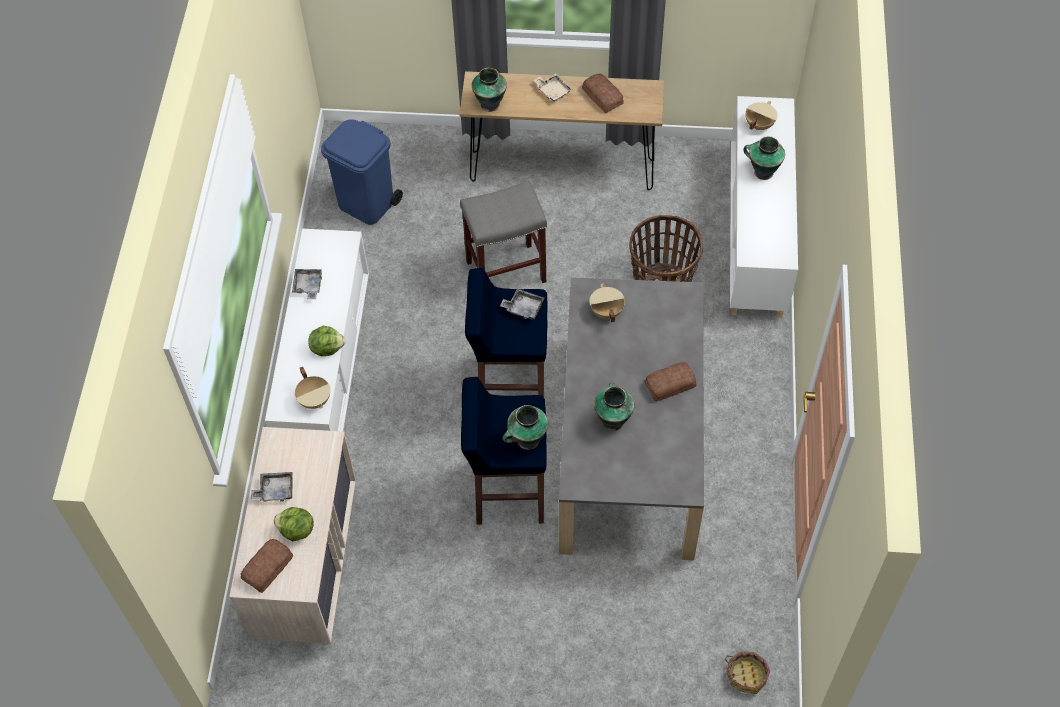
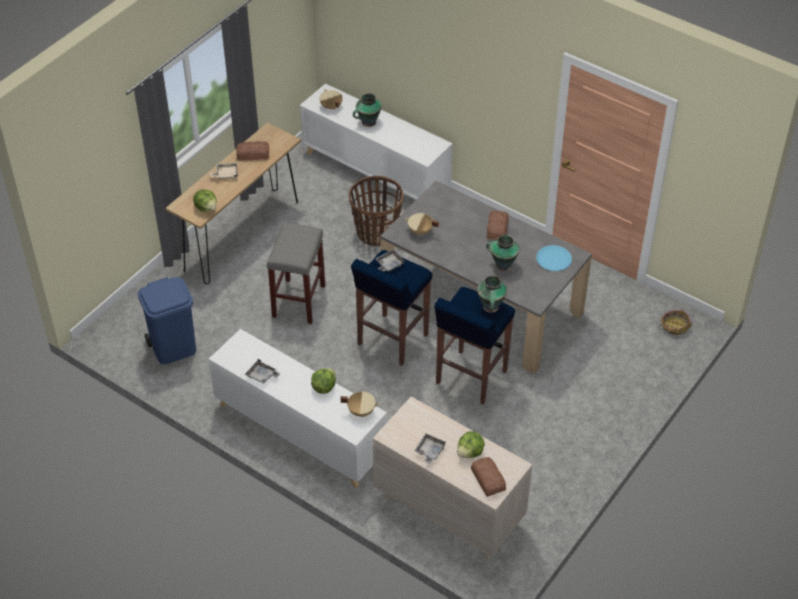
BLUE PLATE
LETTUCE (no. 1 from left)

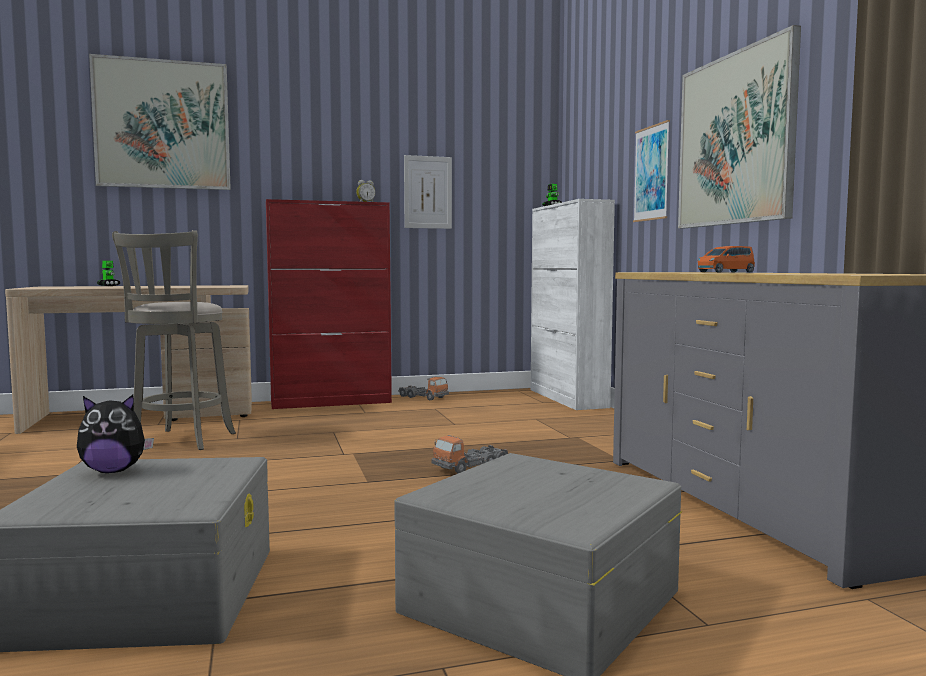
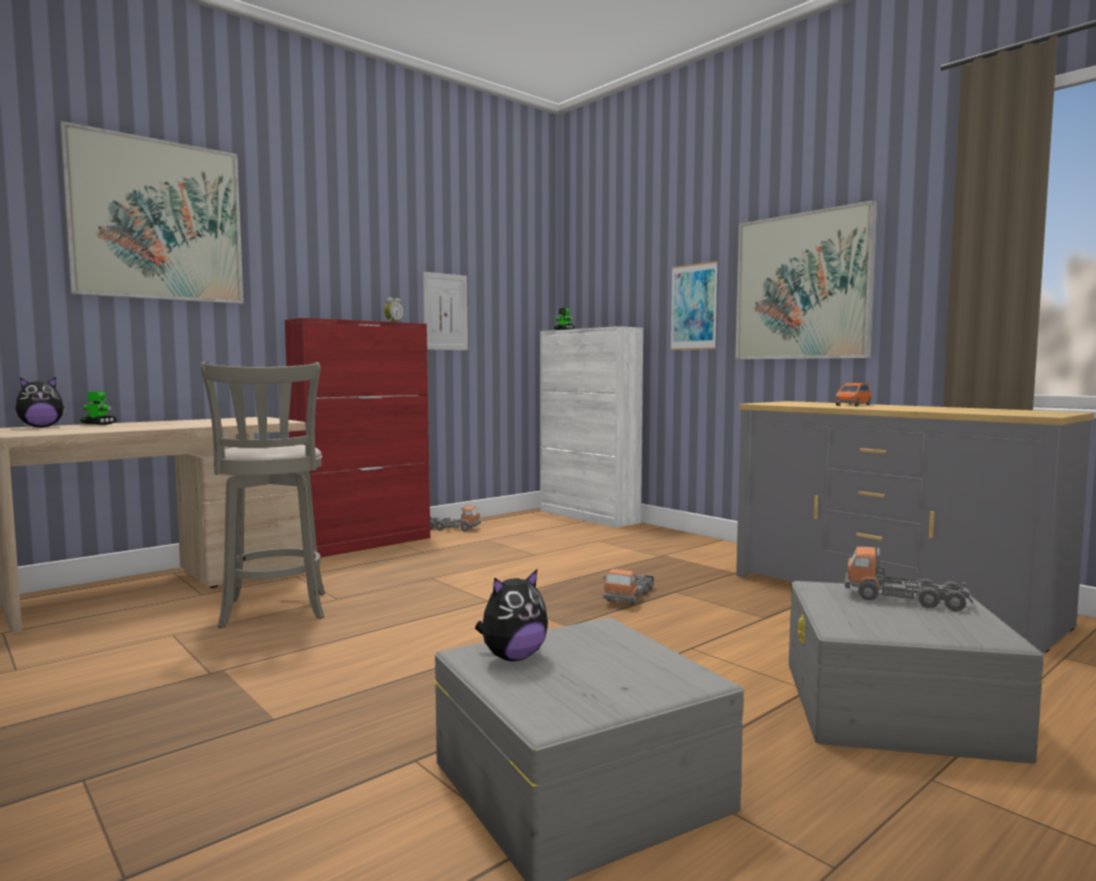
PLUSH TOY (no. 1 from left)
TOY TRUCK (no. 3 from left)

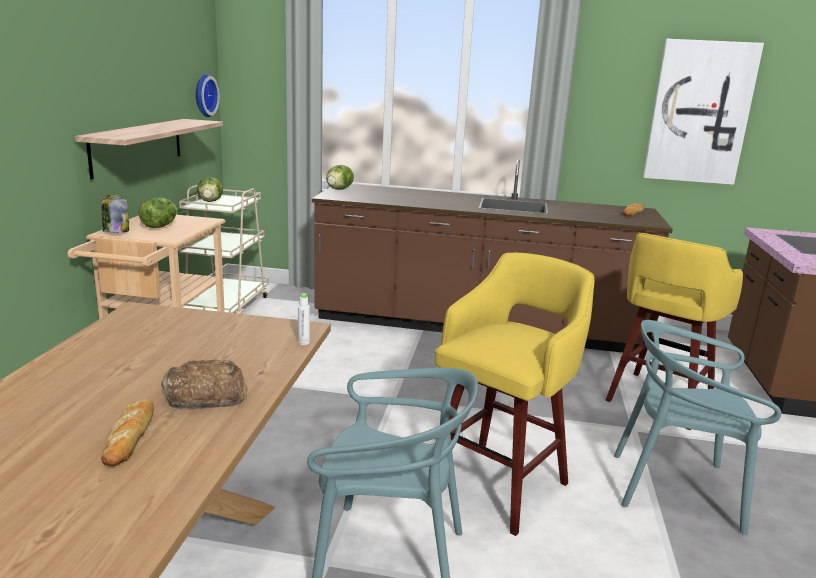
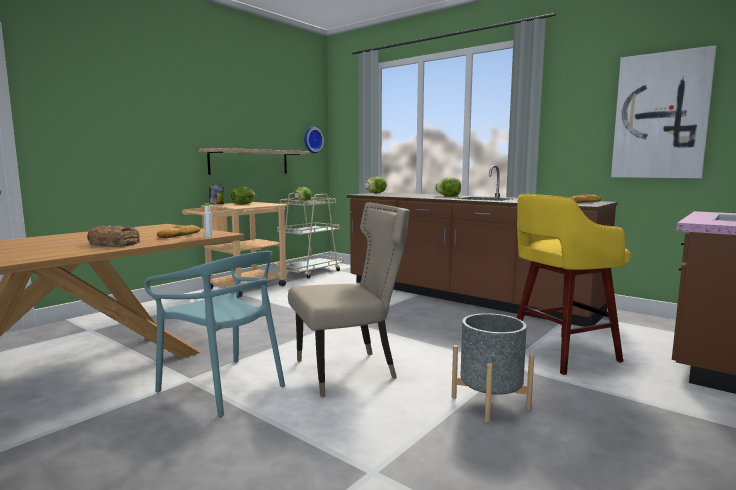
LETTUCE (no. 4 from left)
BREAD (no. 2 from left)
BEIGE CHAIR
GREY PLANTER

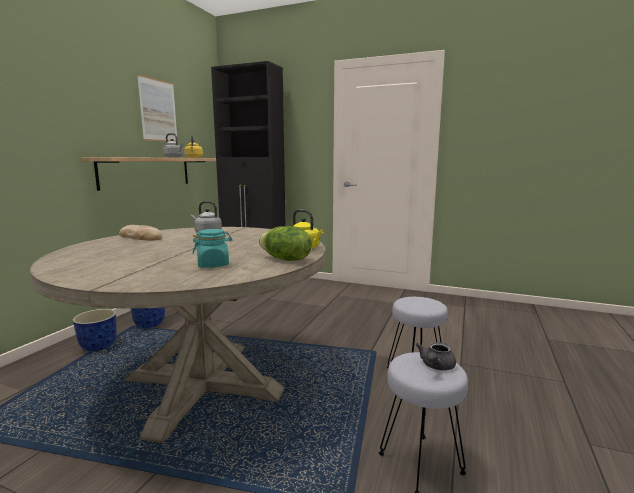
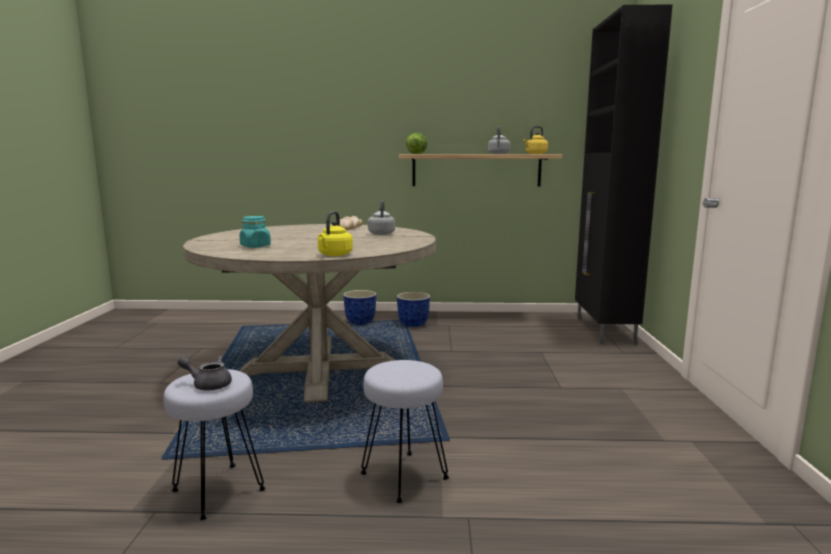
PICTURE
LETTUCE

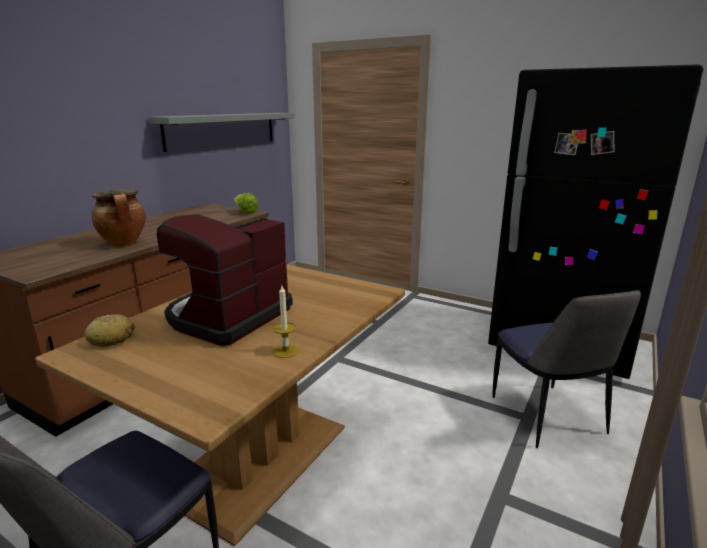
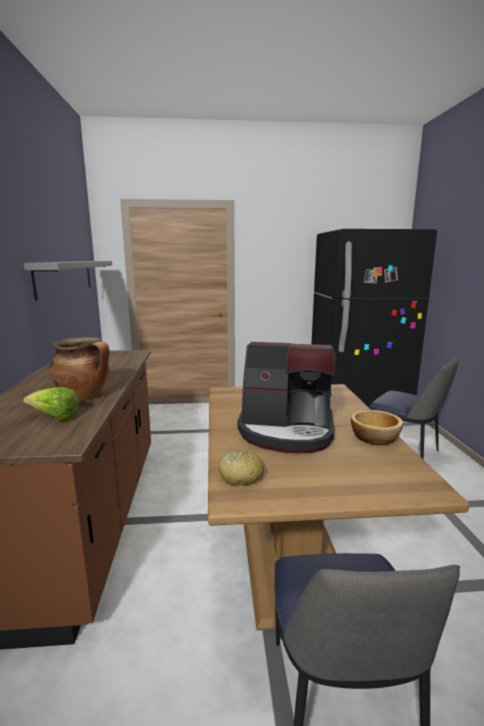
LETTUCE
BOWL
COFFEE MACHINE

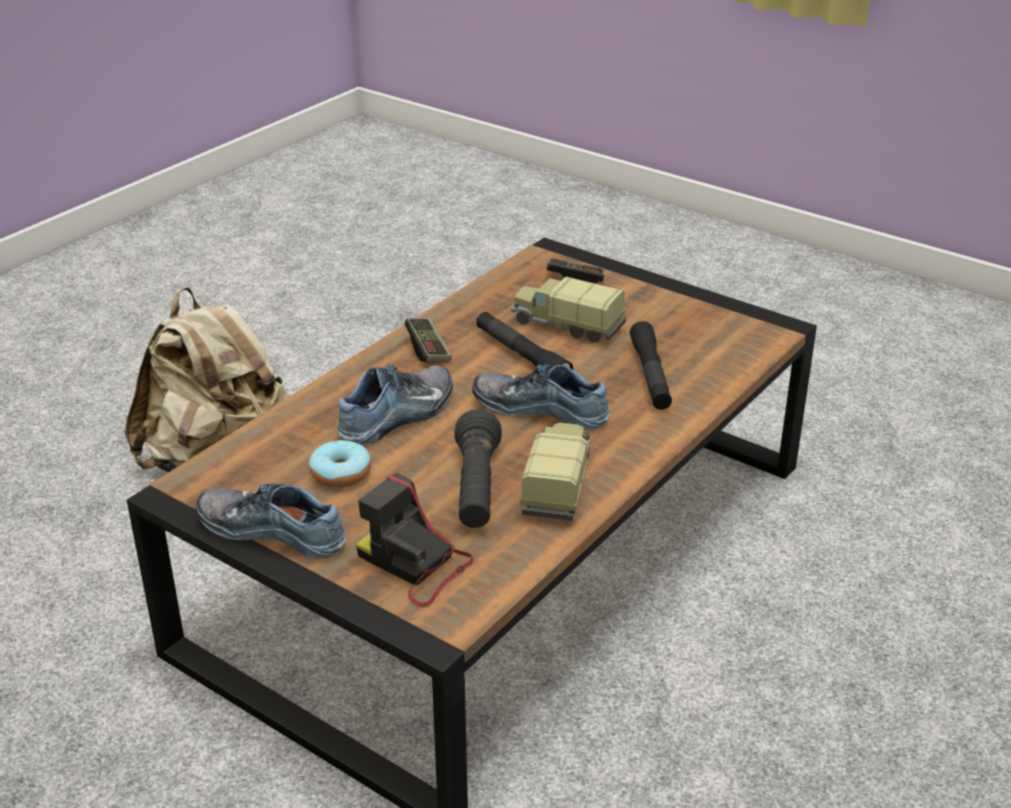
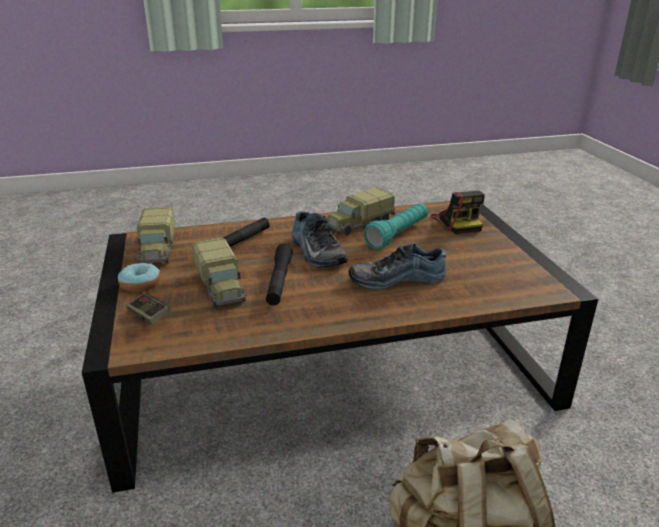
SHOE (no. 1 from left in the first image)
GAME CONTROLLER (no. 1 from left in the first image)
TOY TRUCK (no. 1 from left)
DONUT
TURQUOISE FLASHLIGHT

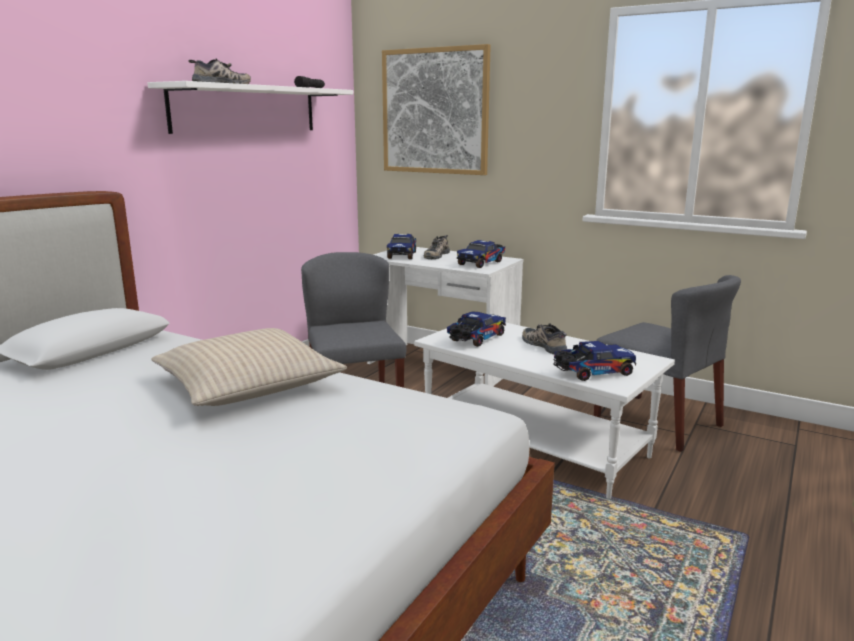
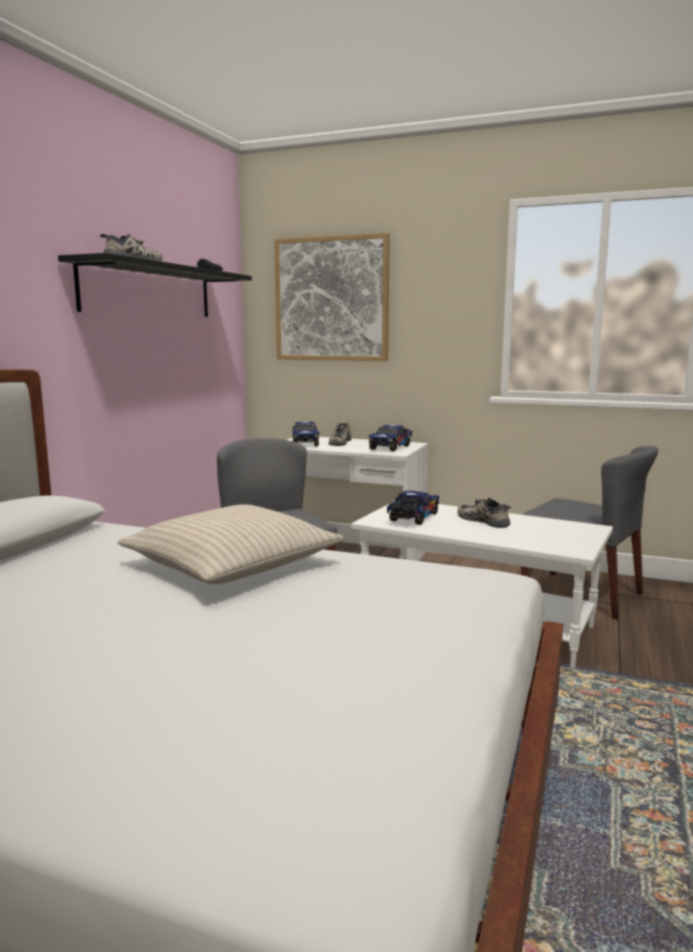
TOY TRUCK (no. 4 from left in the first image)
BLACK SHELF

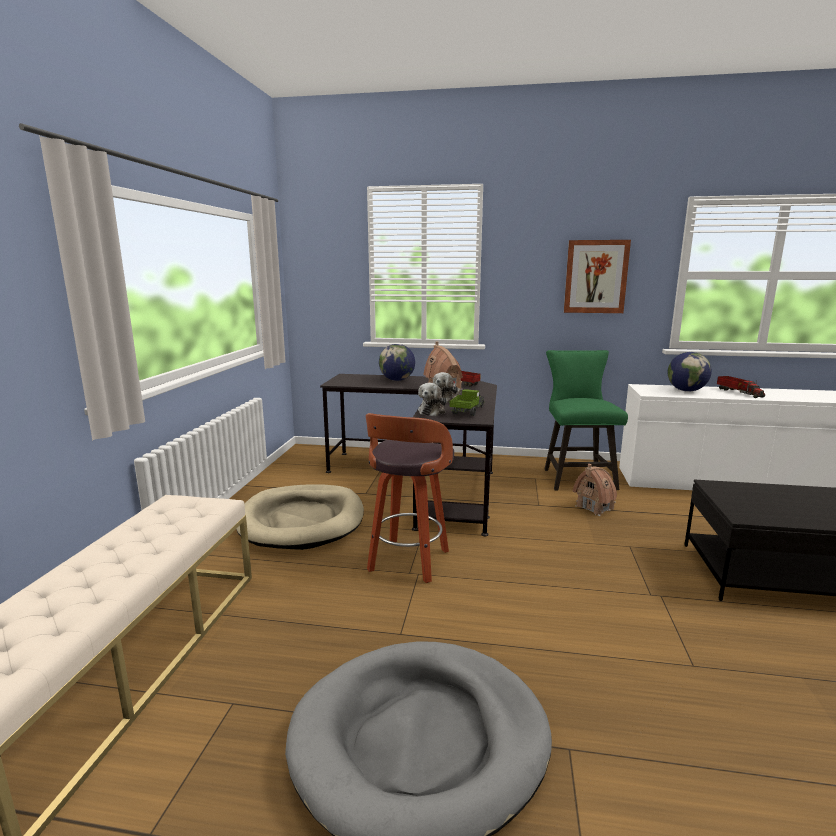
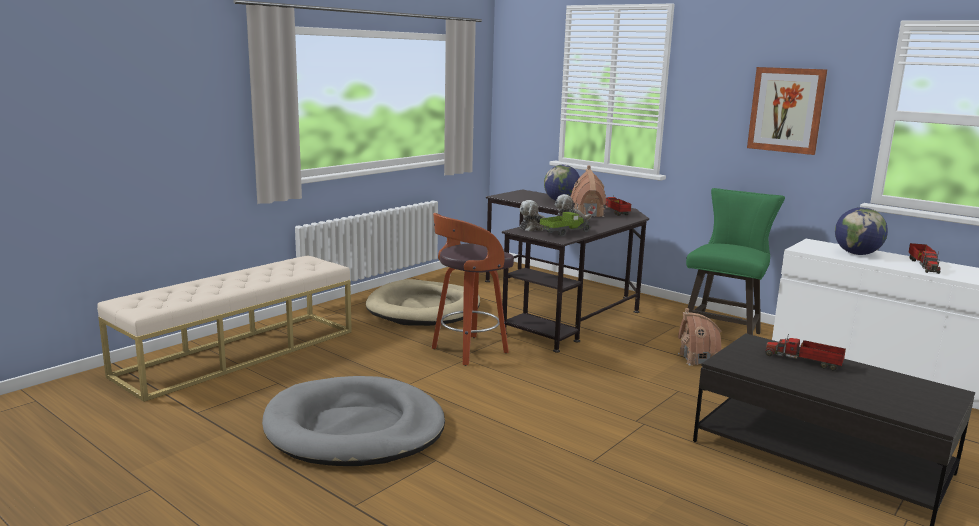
TOY TRUCK (no. 3 from left)

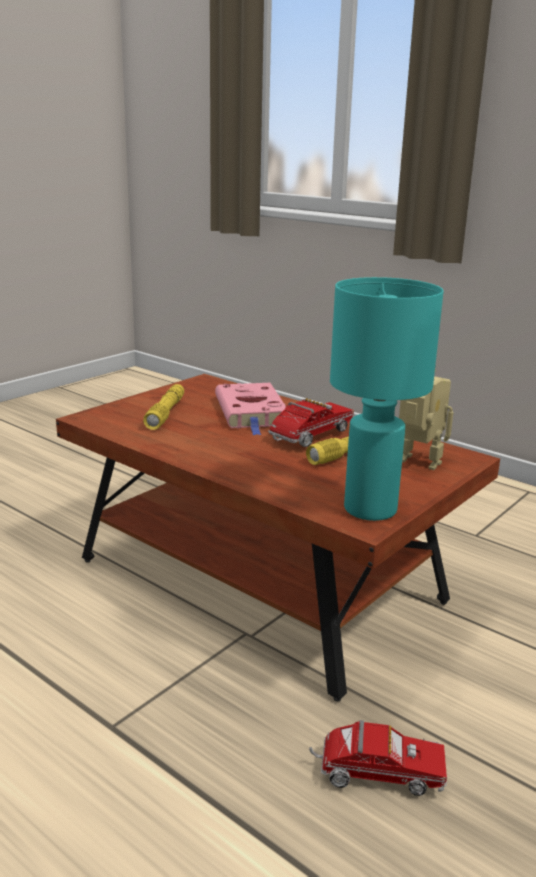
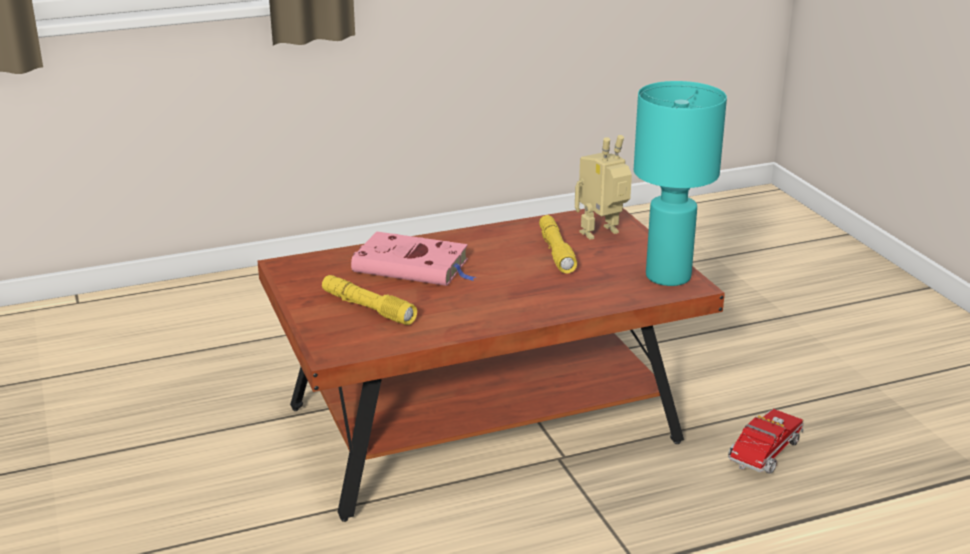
TOY TRUCK (no. 1 from left in the first image)

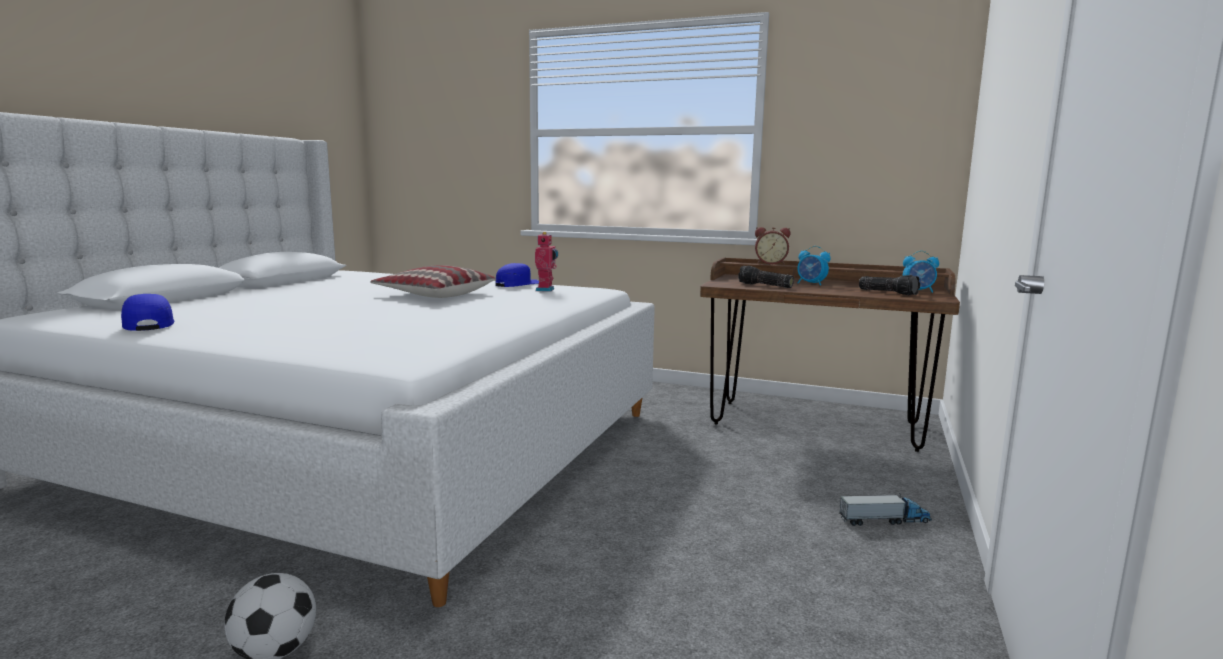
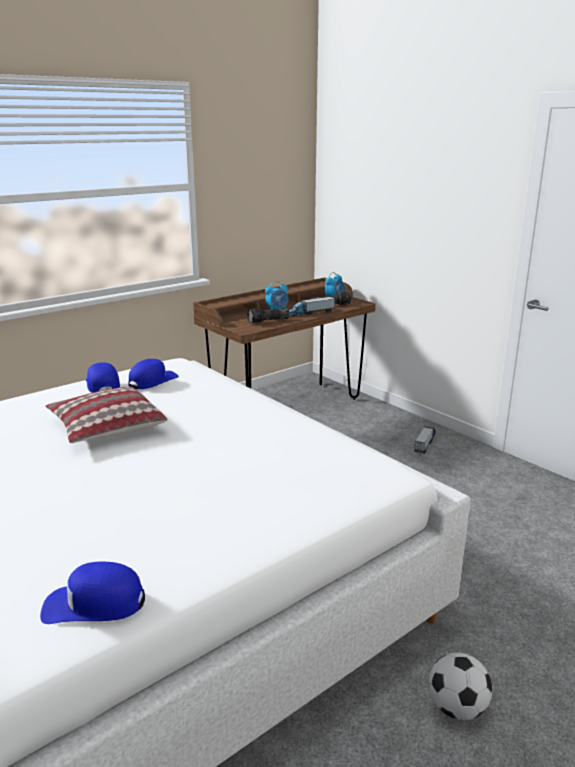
ALARM CLOCK (no. 1 from left in the first image)
TOY TRUCK (no. 1 from left)
BLUE CAP (no. 3 from left)

